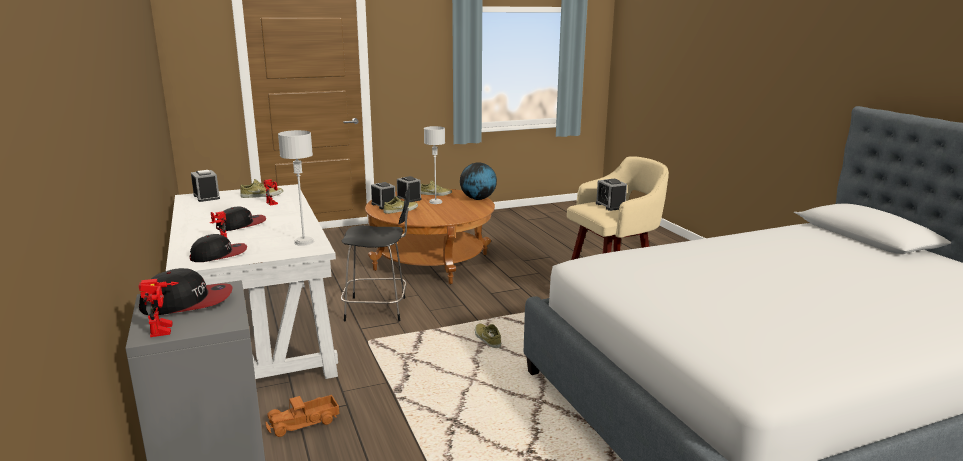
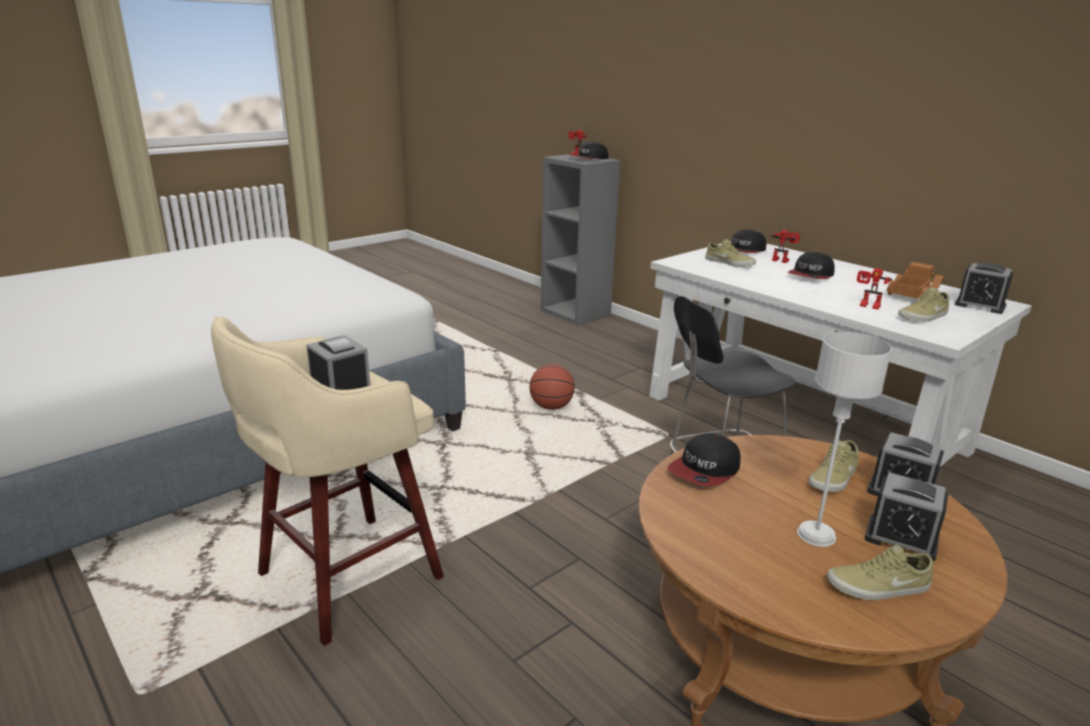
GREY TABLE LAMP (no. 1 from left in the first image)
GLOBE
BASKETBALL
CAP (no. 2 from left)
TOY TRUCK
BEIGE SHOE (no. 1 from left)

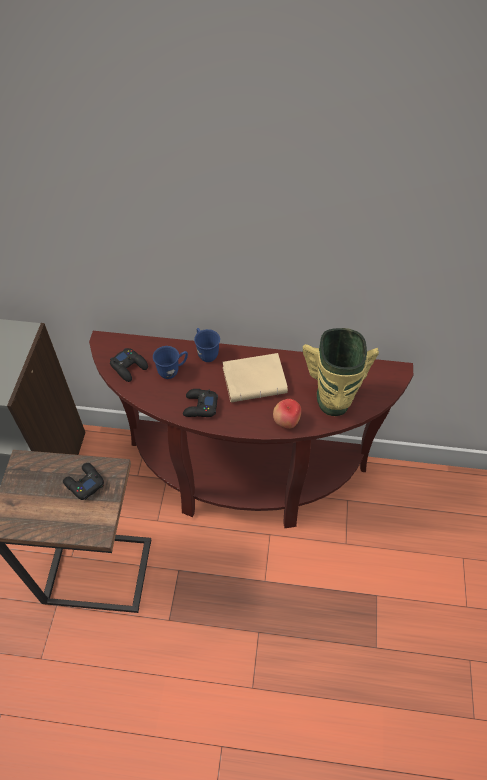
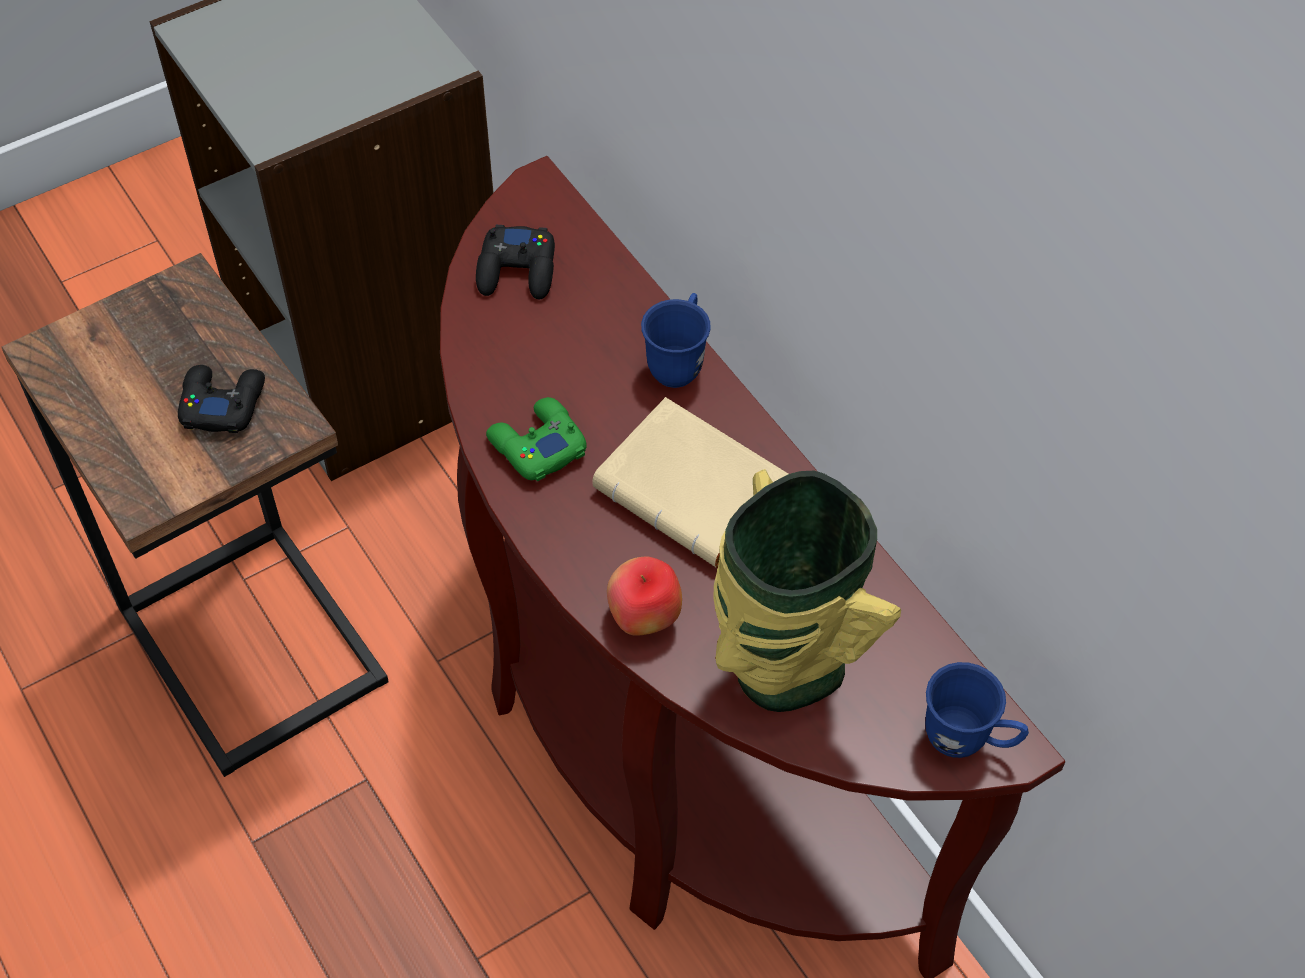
BLUE MUG (no. 2 from left)
GREEN GAME CONTROLLER

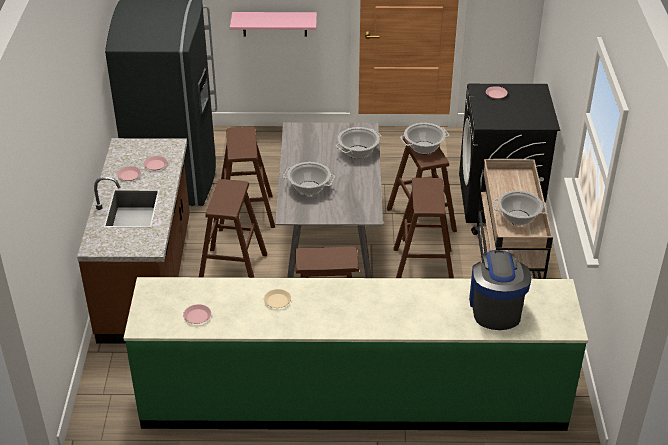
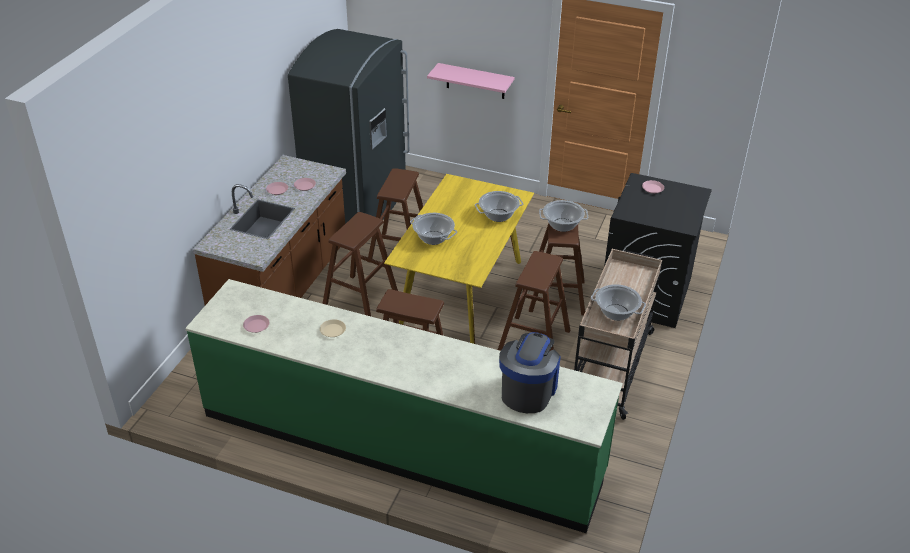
YELLOW DINING TABLE

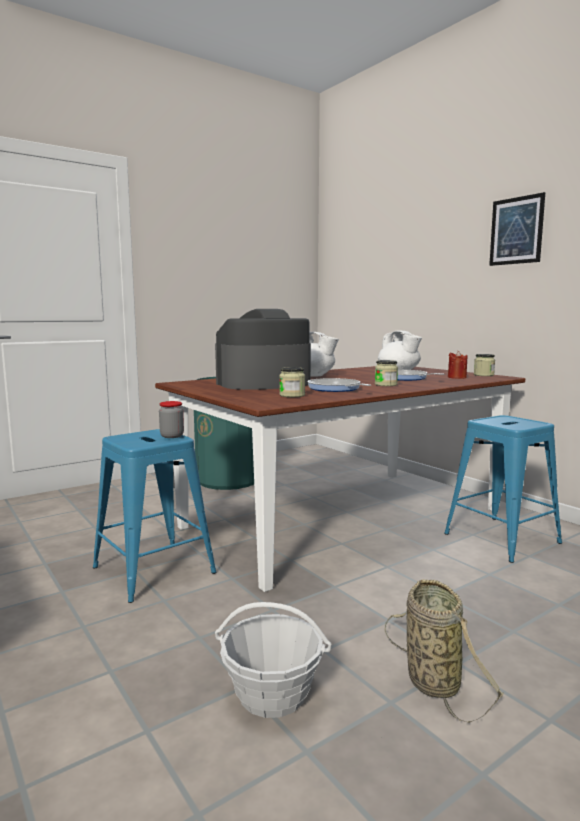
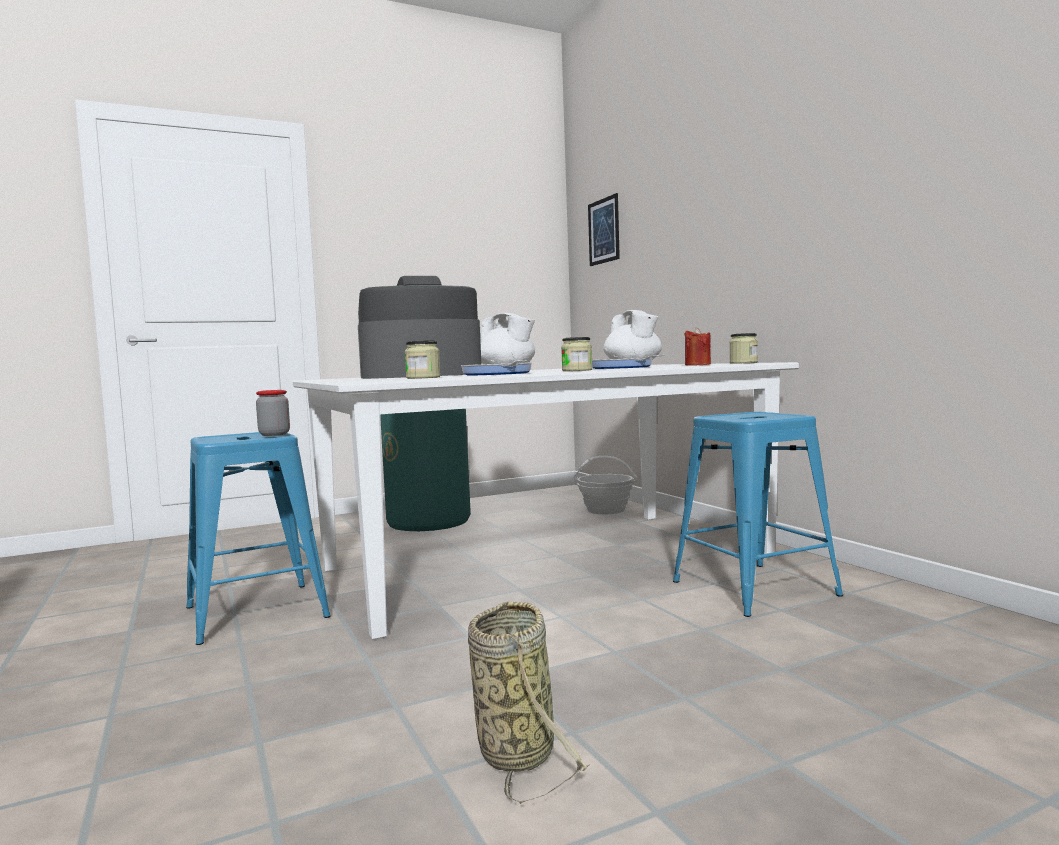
BASKET (no. 2 from left)
PICTURE
WHITE DINING TABLE

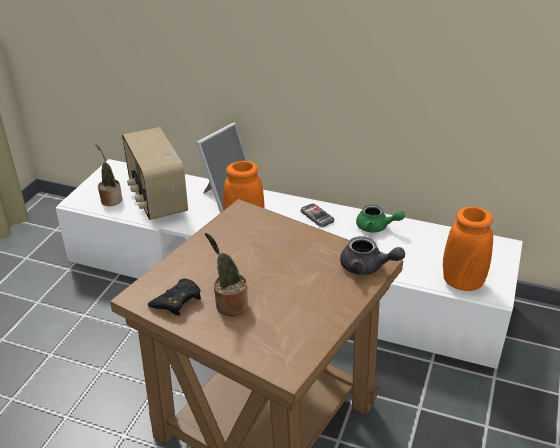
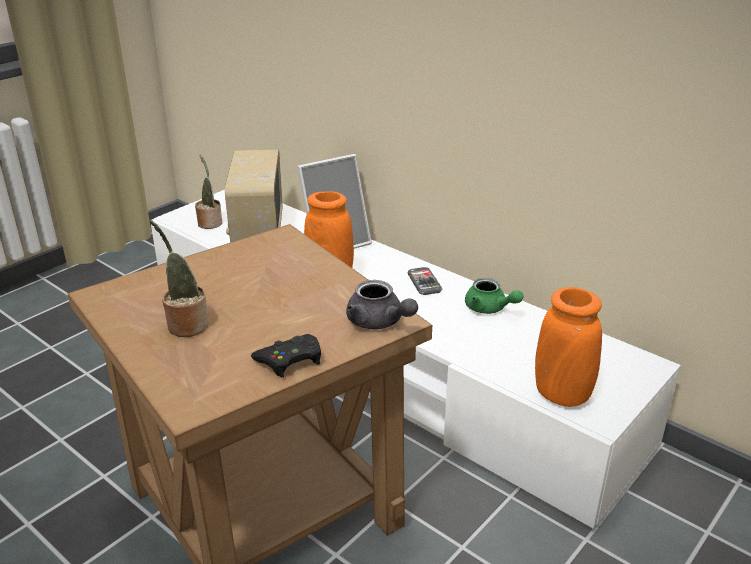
BLACK GAME CONTROLLER

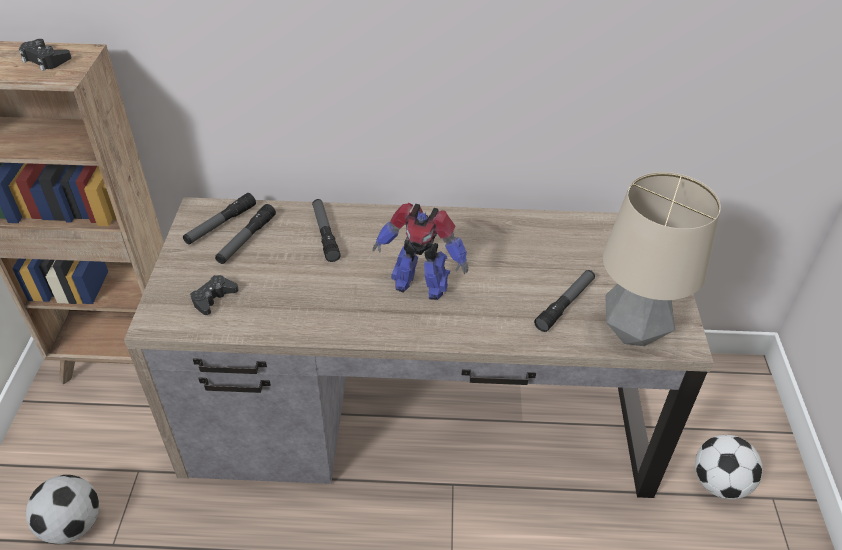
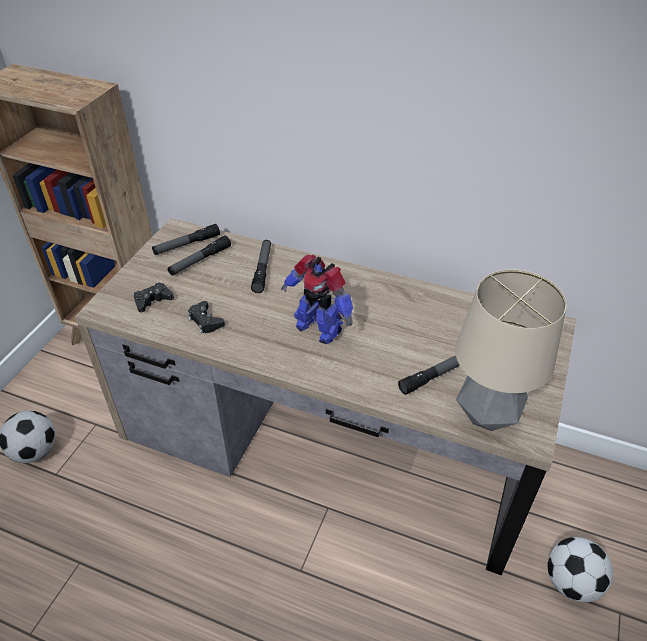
BLACK GAME CONTROLLER (no. 2 from left)

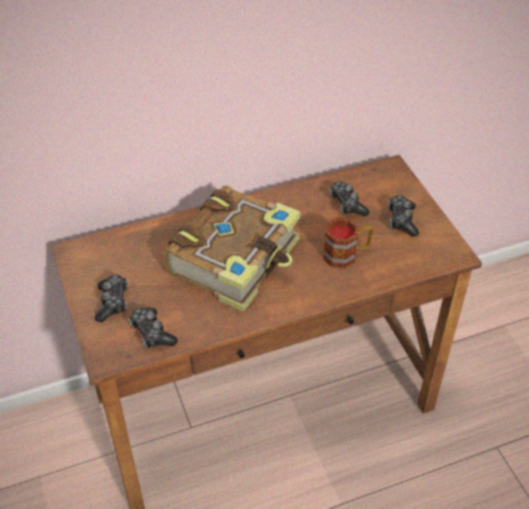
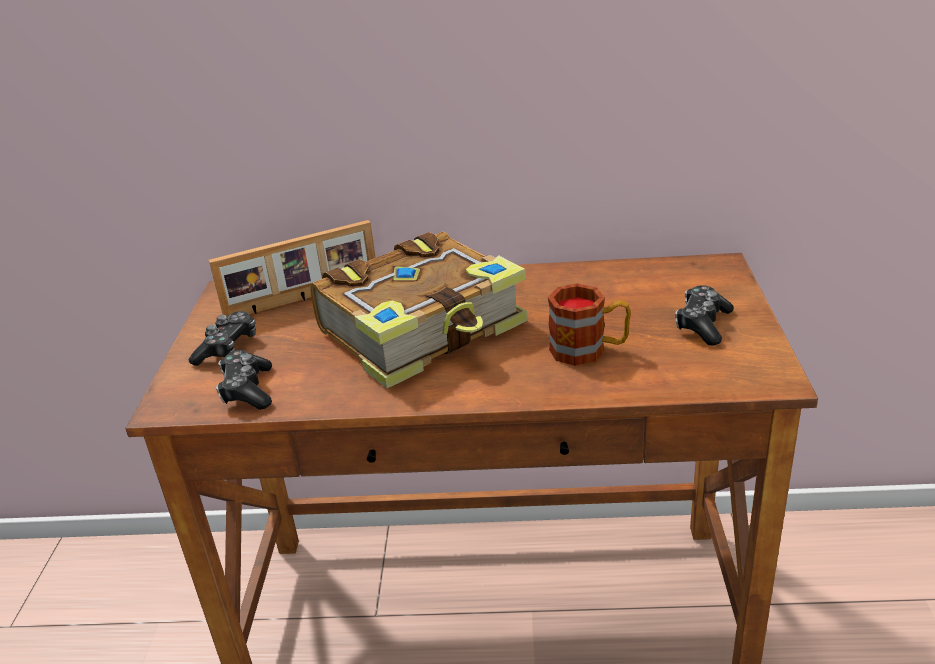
GAME CONTROLLER (no. 3 from left in the first image)
PICTURE FRAME

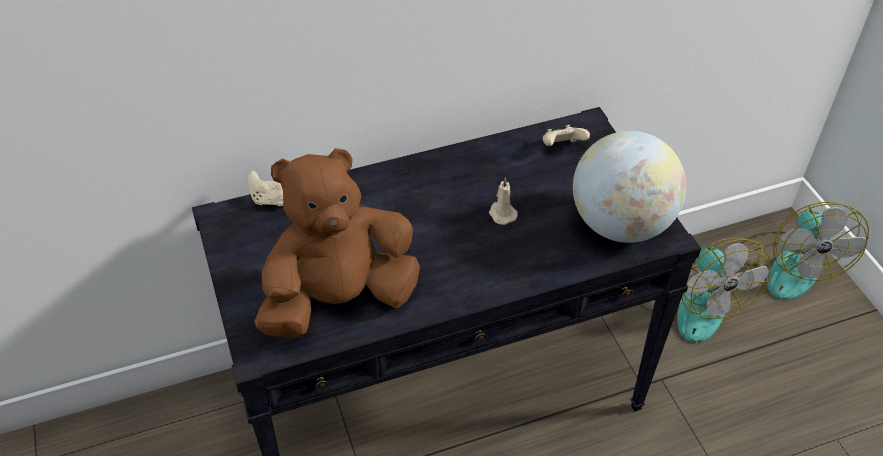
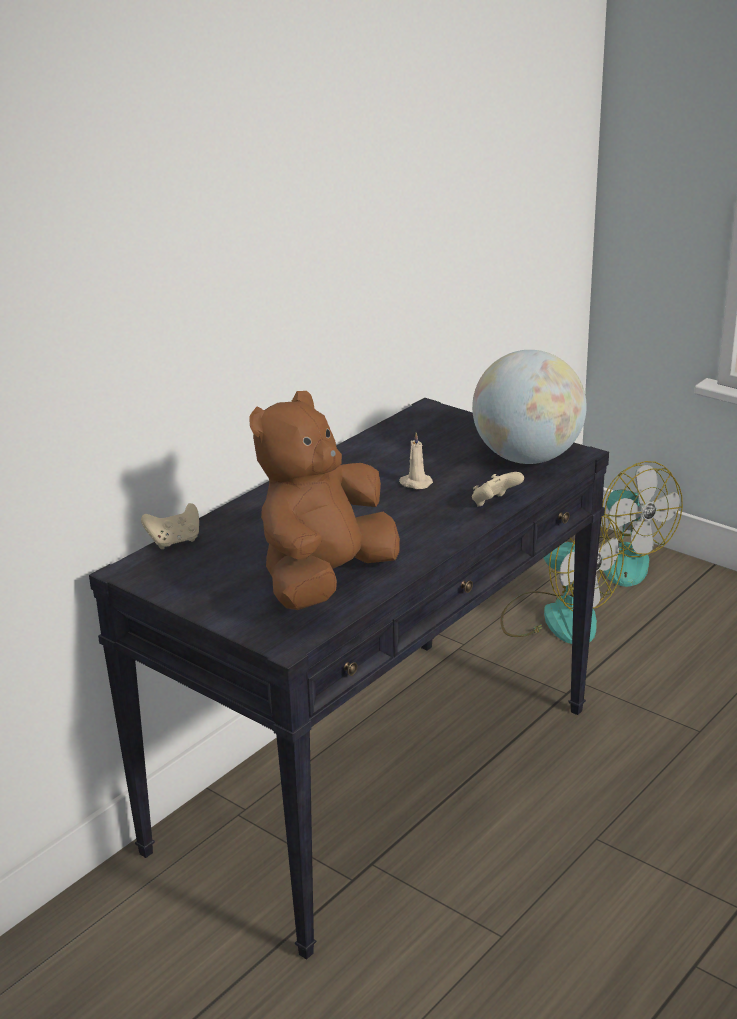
BEIGE GAME CONTROLLER (no. 2 from left)

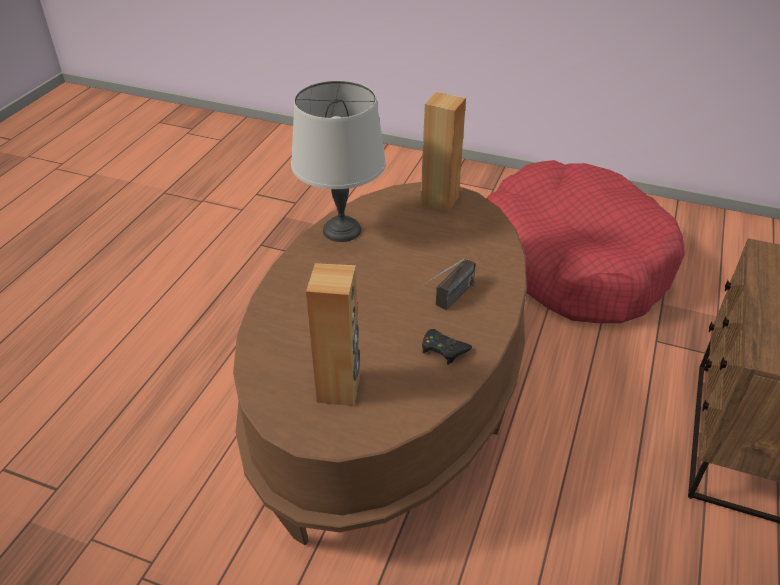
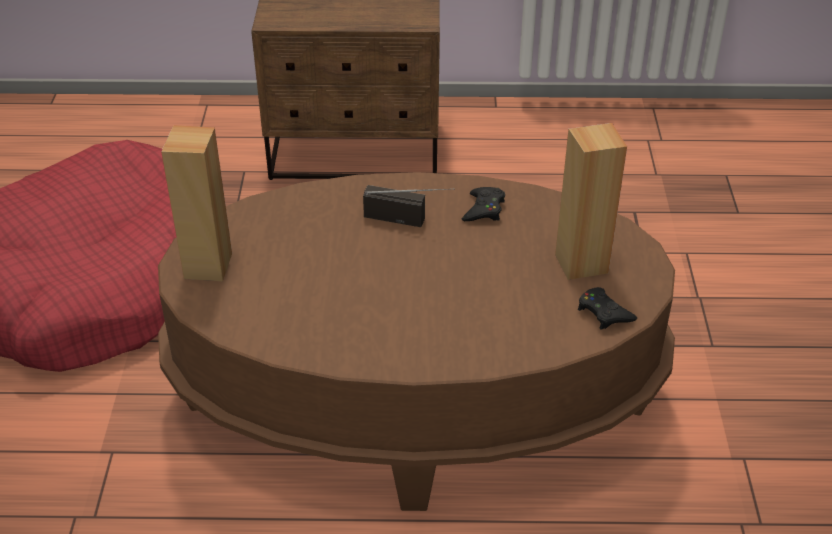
GREY TABLE LAMP
BLACK GAME CONTROLLER (no. 2 from left)

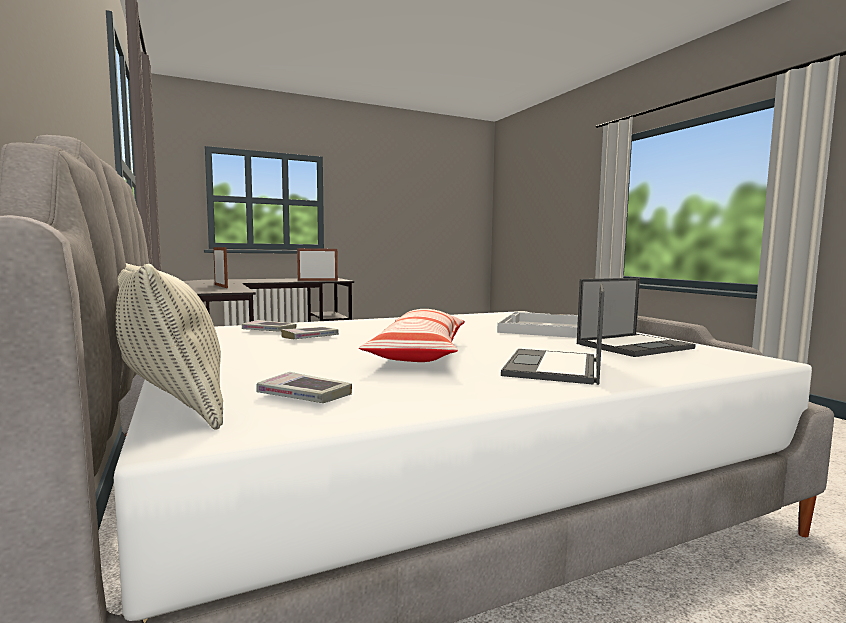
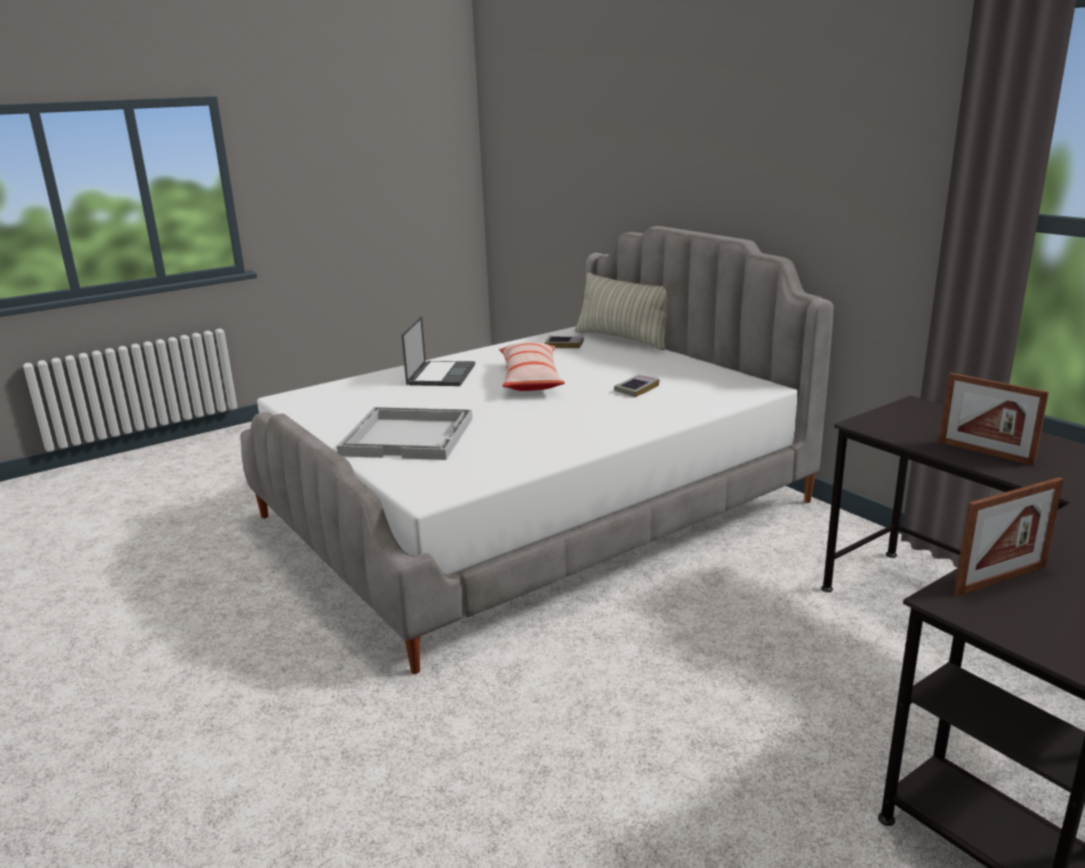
BOOK (no. 1 from left in the first image)
LAPTOP (no. 2 from left in the first image)

